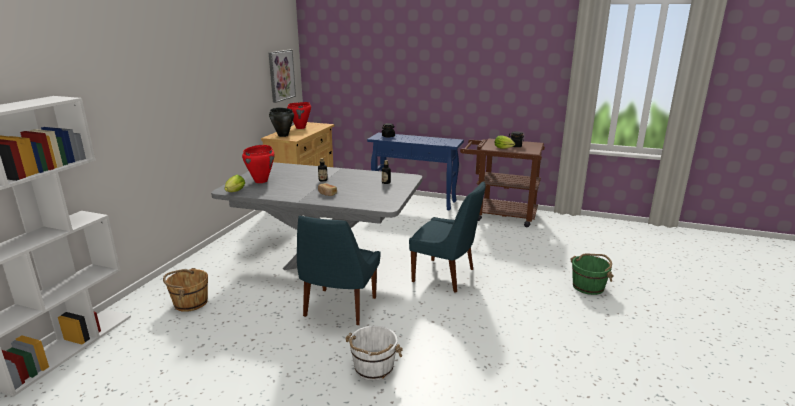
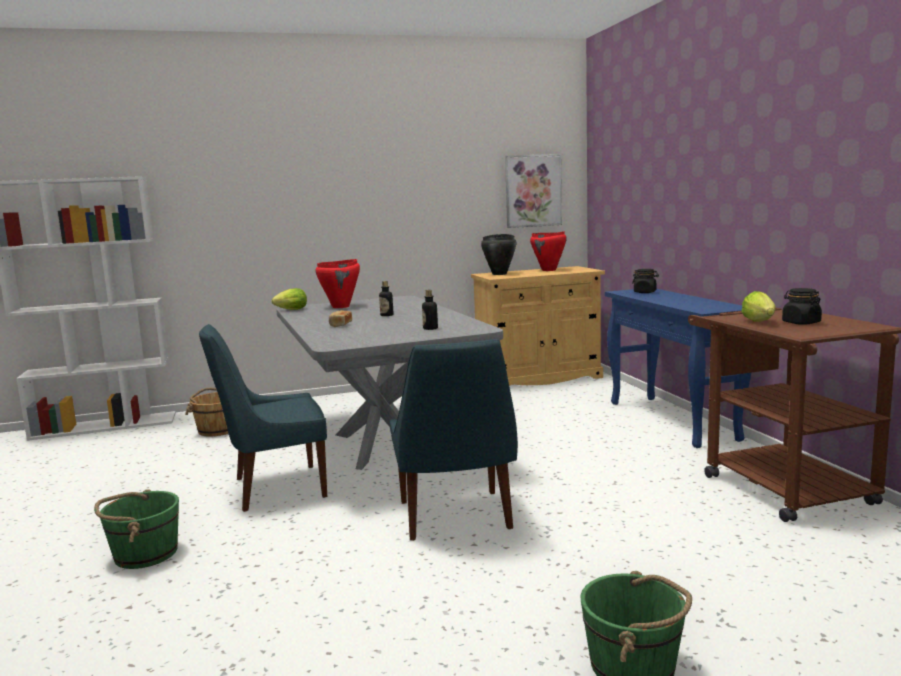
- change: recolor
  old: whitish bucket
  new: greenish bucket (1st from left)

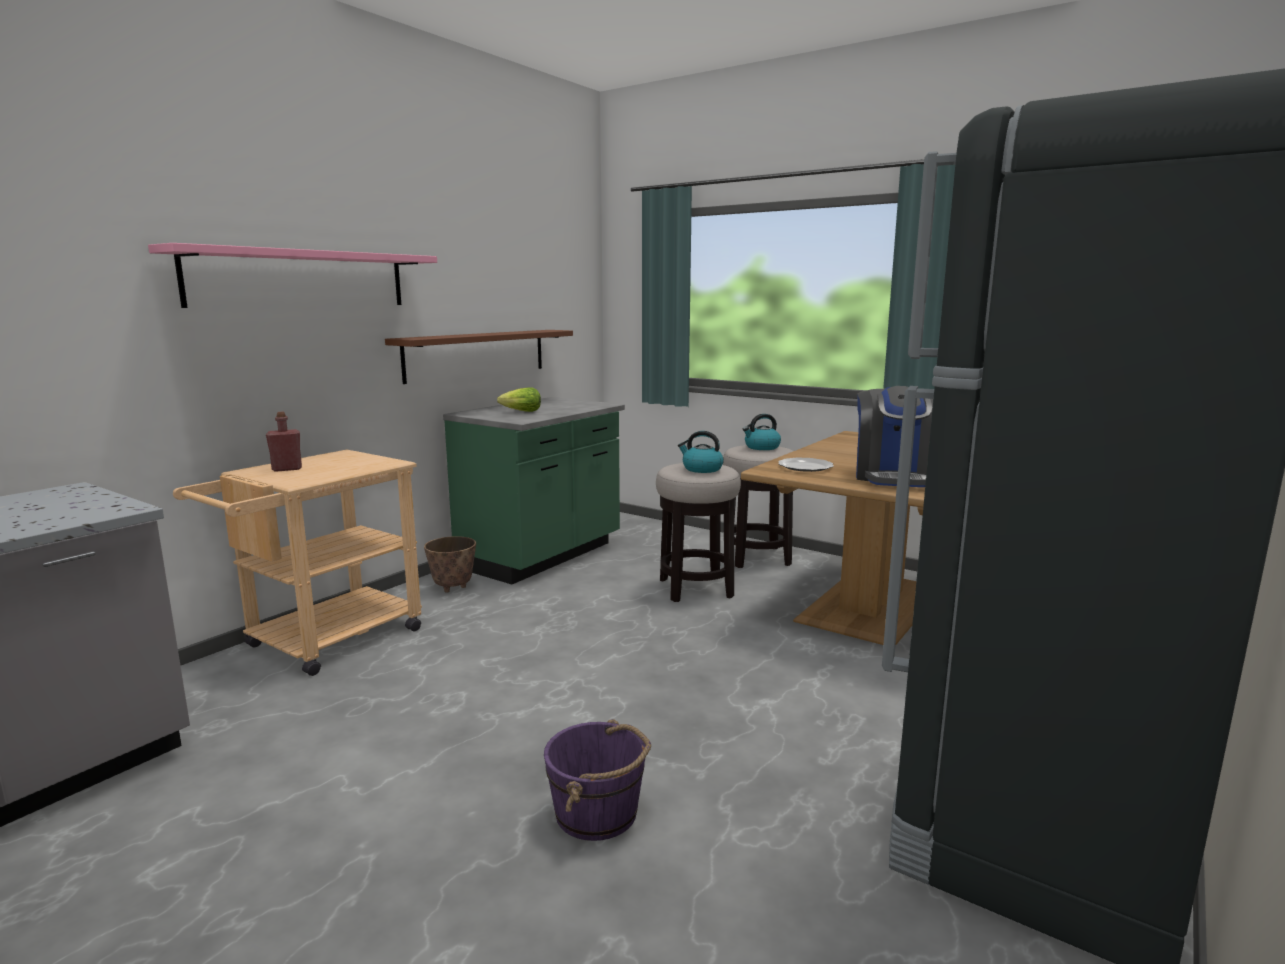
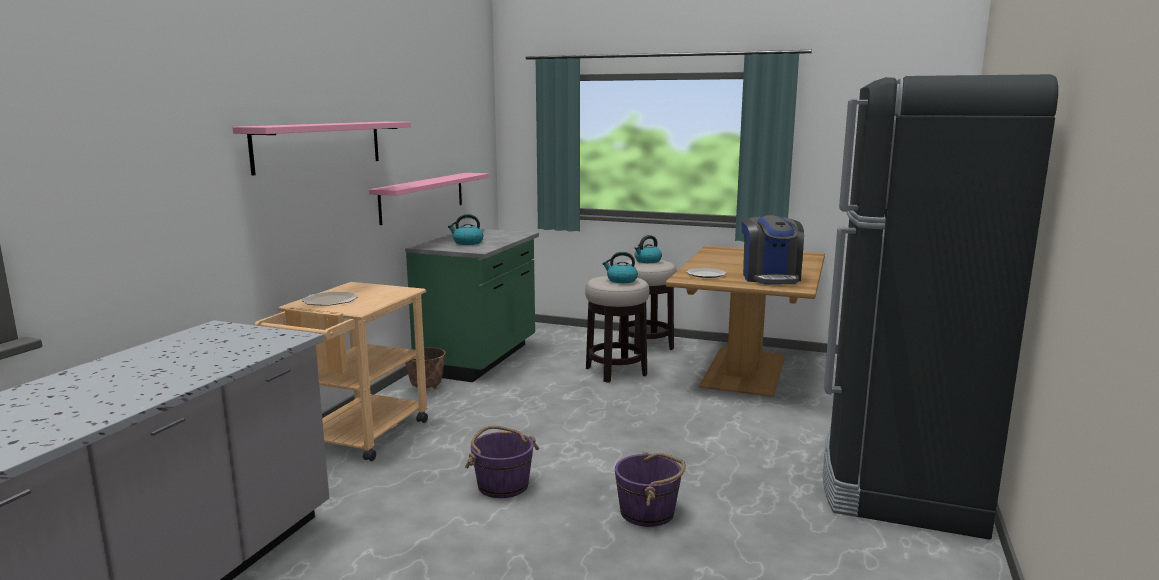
- change: replace
  old: red-coloured bottle
  new: flat dish (1st from left)
- change: recolor
  old: brownish wall shelf
  new: pinkish wall shelf (2nd from left)
- change: replace
  old: lettuce
  new: water kettle (1st from left)
- change: insert
  new: purple bucket (1st from left)

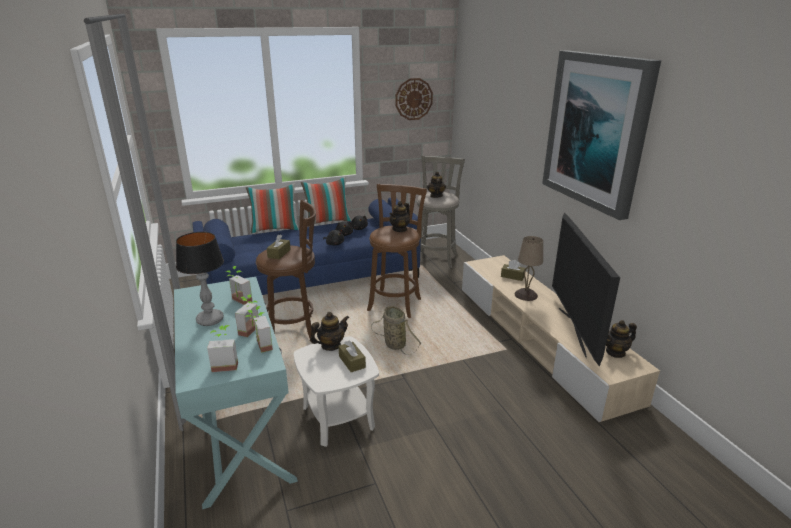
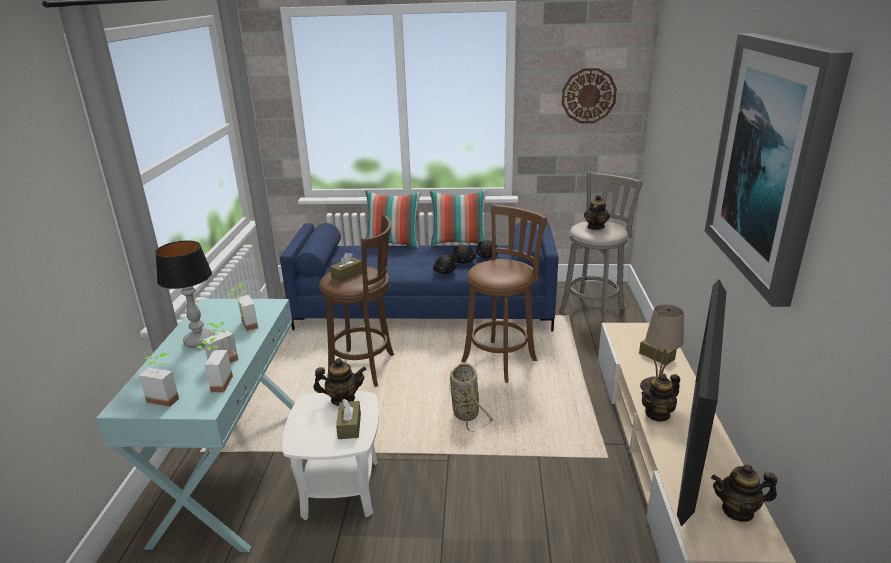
- change: move
  old: tea pot (2nd from left in the first image)
  new: tea pot (3rd from left)

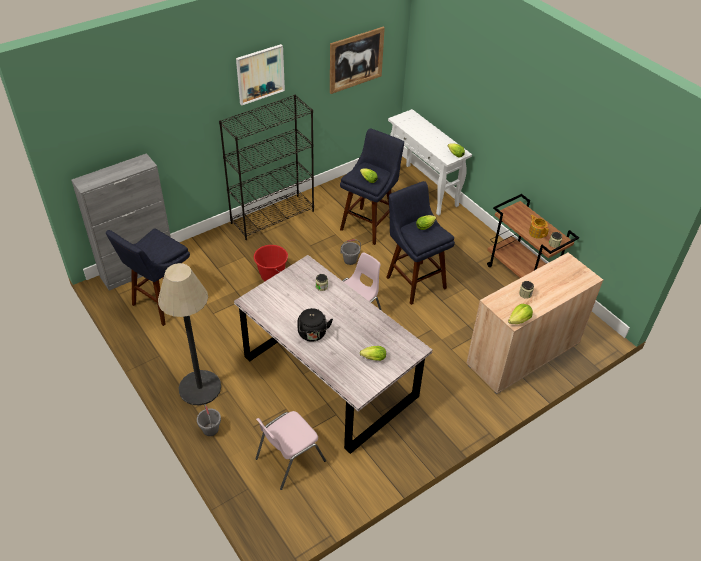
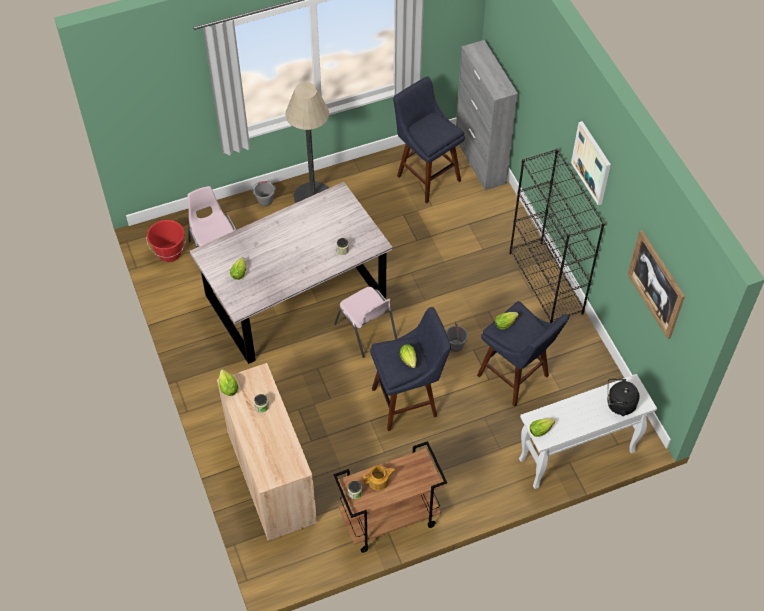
- change: move
  old: red-coloured bucket
- change: move
  old: blackish water kettle

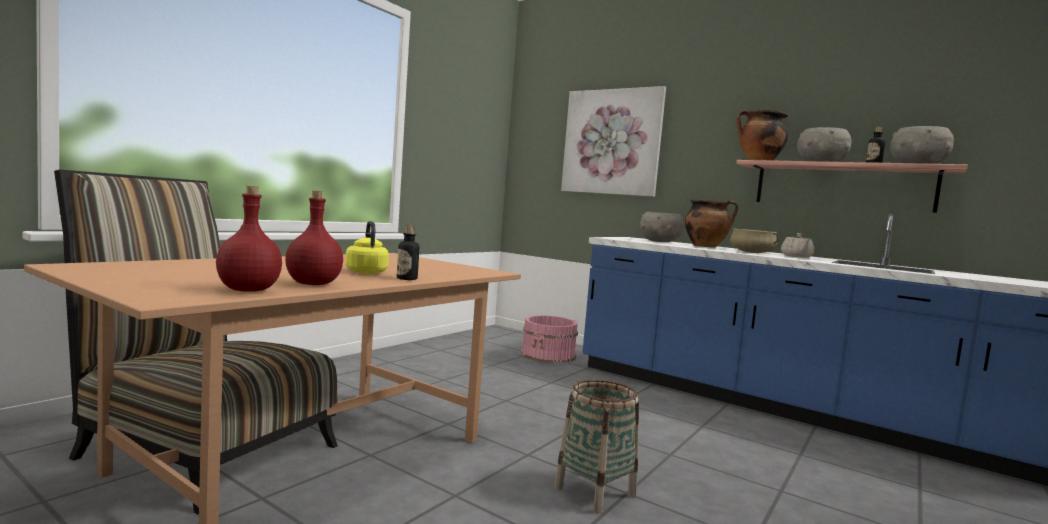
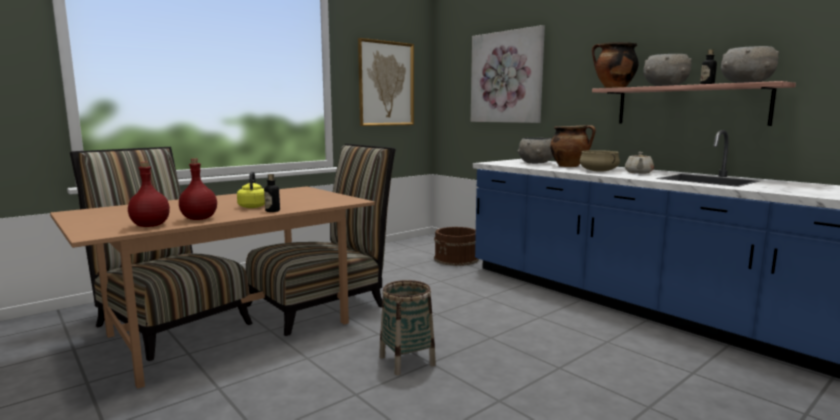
- change: insert
  new: plain chair (2nd from left)
- change: insert
  new: wall picture (1st from left)
- change: recolor
  old: pinkish bucket
  new: brownish bucket

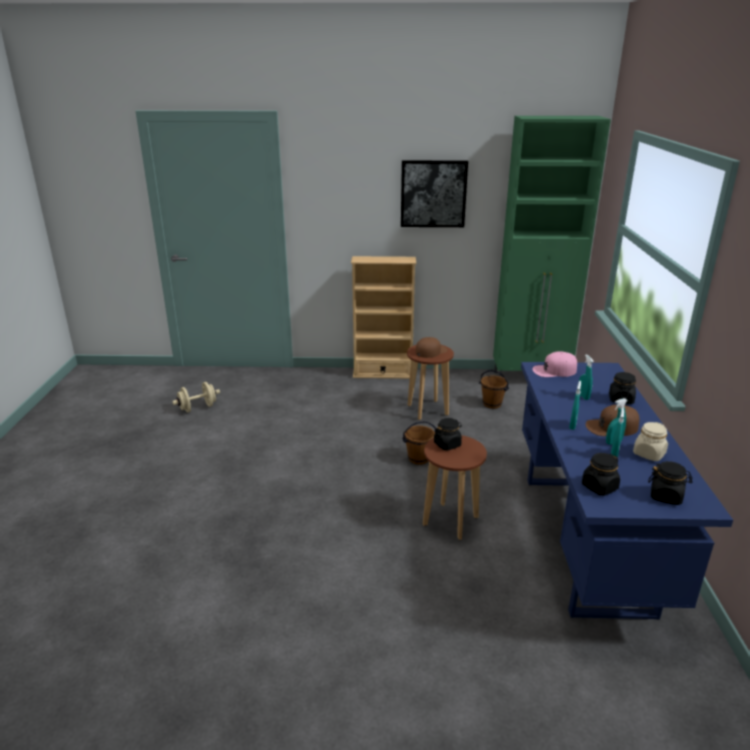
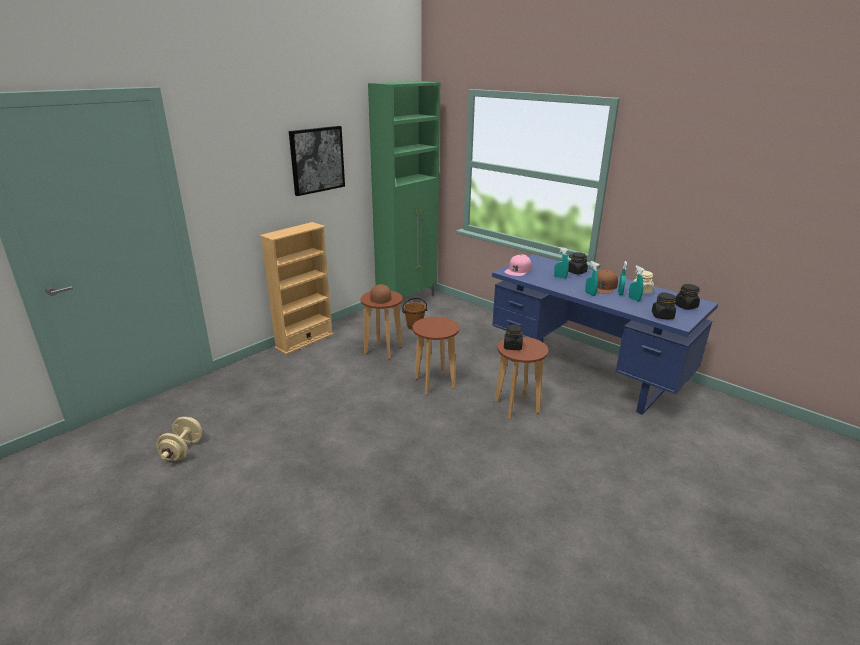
- change: replace
  old: brownish bucket (1st from left)
  new: brownish sitting stool (2nd from left)

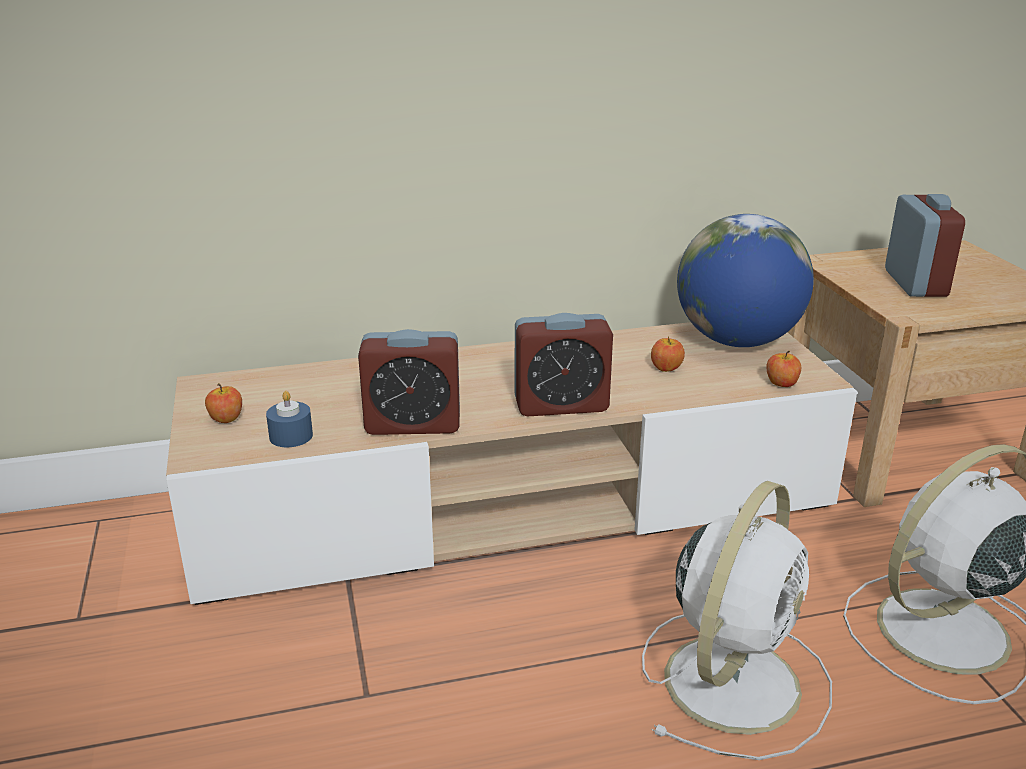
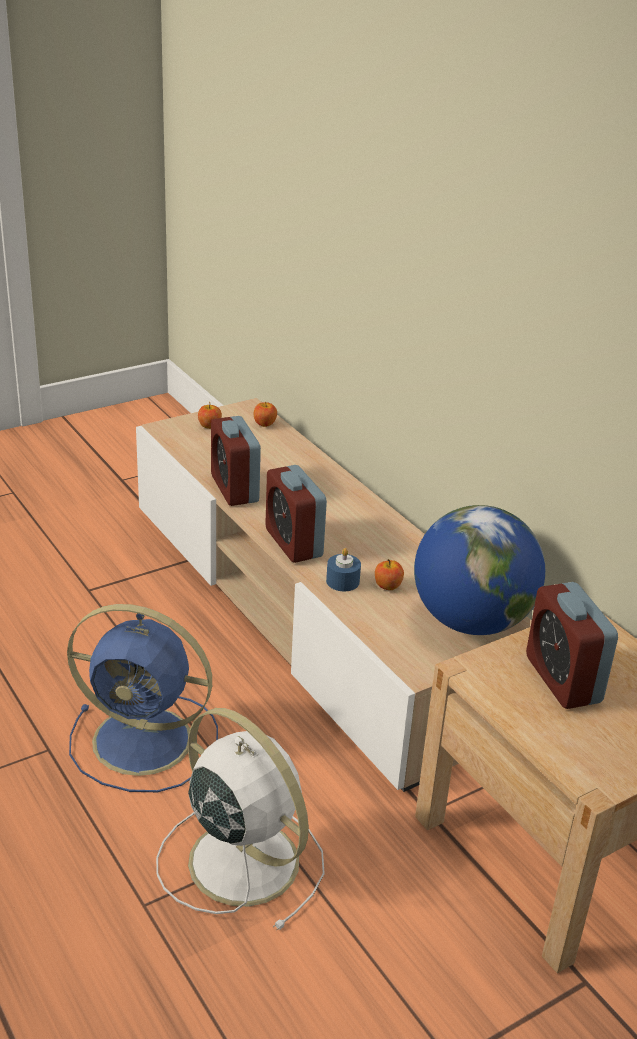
- change: recolor
  old: whitish electric fan (1st from left)
  new: bluish electric fan
- change: move
  old: apple (3rd from left in the first image)
  new: apple (2nd from left)
- change: move
  old: bluish candle
- change: rotate
  old: table clock (3rd from left)
  degrees: 90

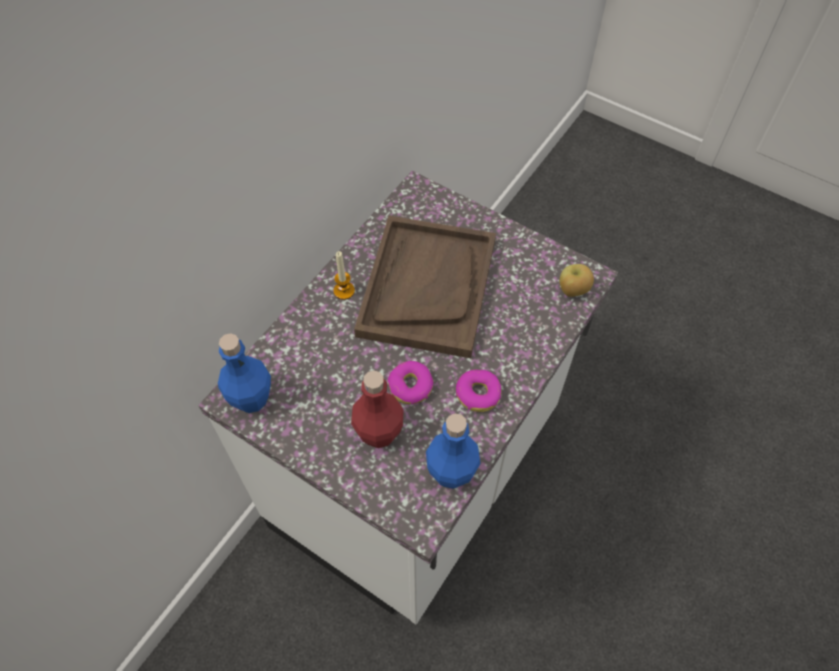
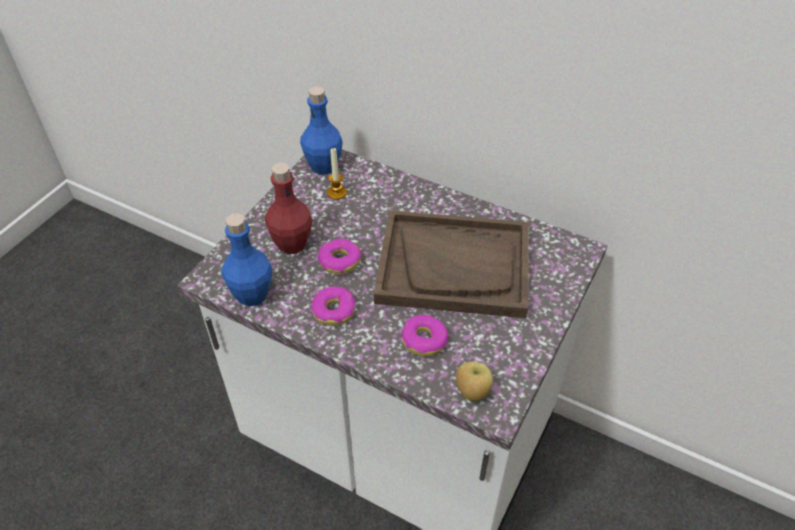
- change: move
  old: candle
- change: insert
  new: ring doughnut (3rd from left)

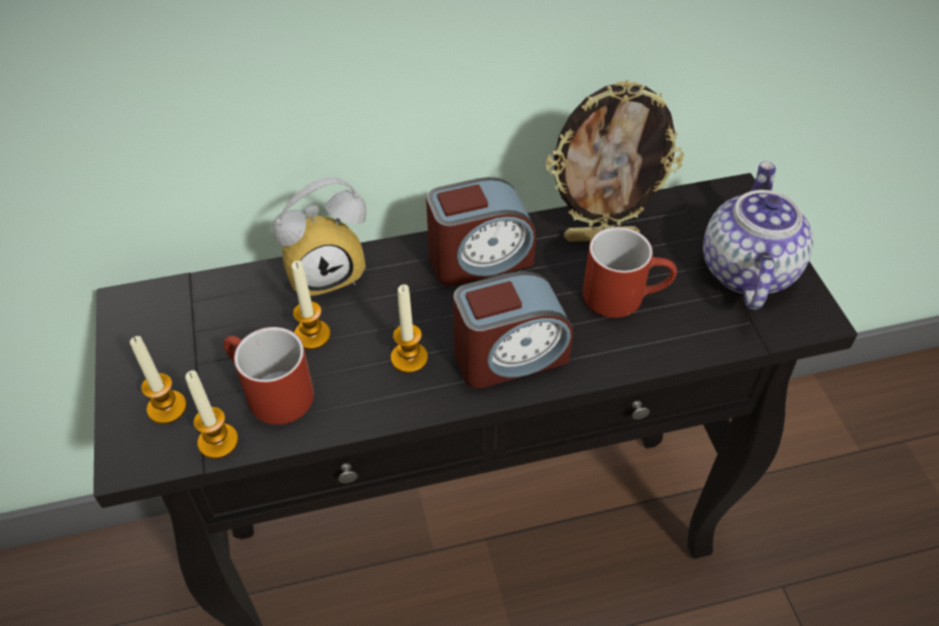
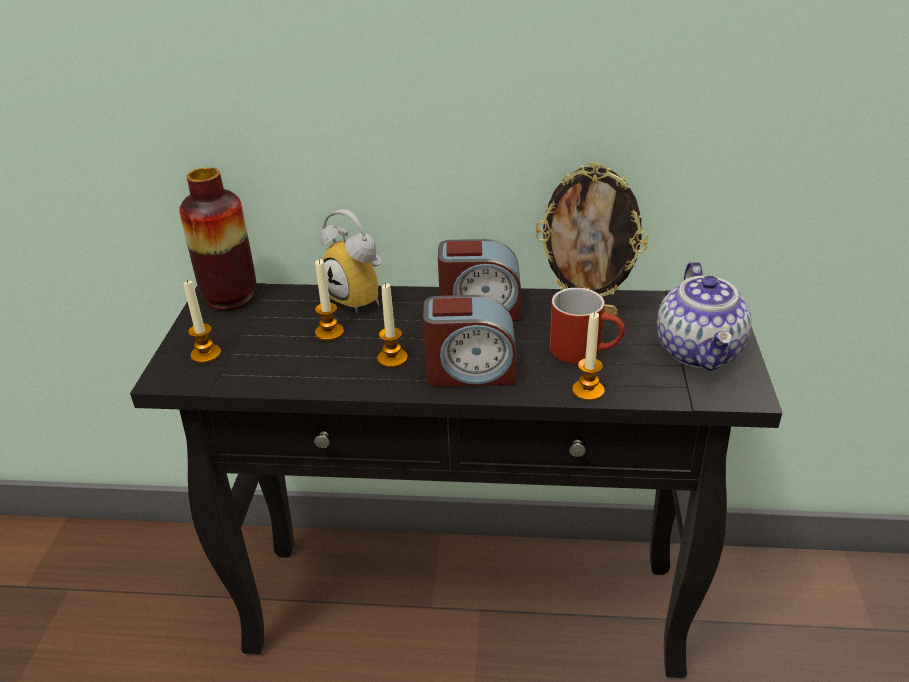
- change: insert
  new: flower vase
- change: rotate
  old: table clock (1st from left)
  degrees: 45
- change: move
  old: candle (2nd from left in the first image)
  new: candle (4th from left)
- change: rotate
  old: tea pot
  degrees: 150
- change: delete
  old: red-coloured mug (1st from left)

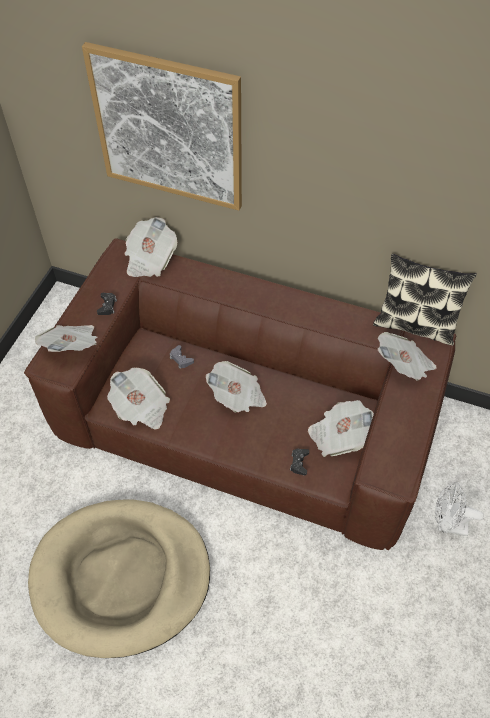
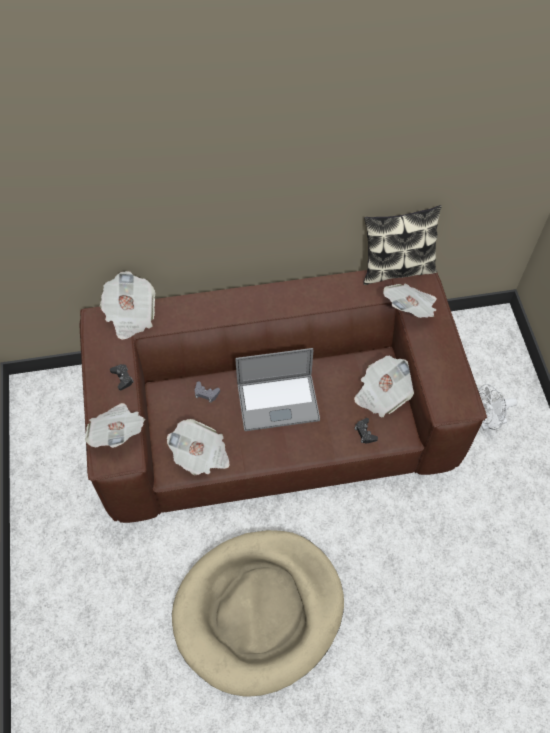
- change: replace
  old: newspaper (4th from left)
  new: notebook computer
- change: delete
  old: wall picture

